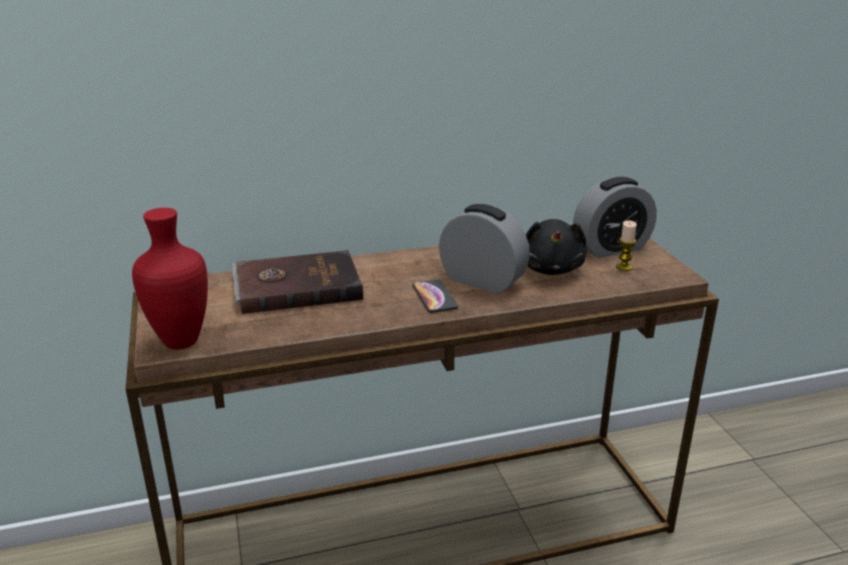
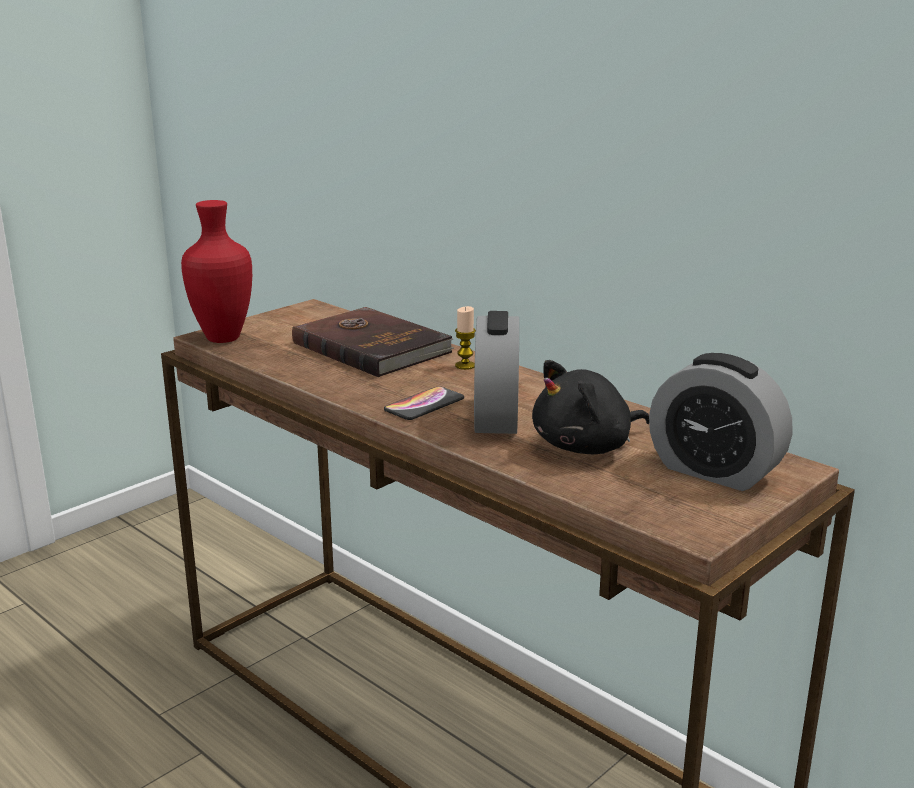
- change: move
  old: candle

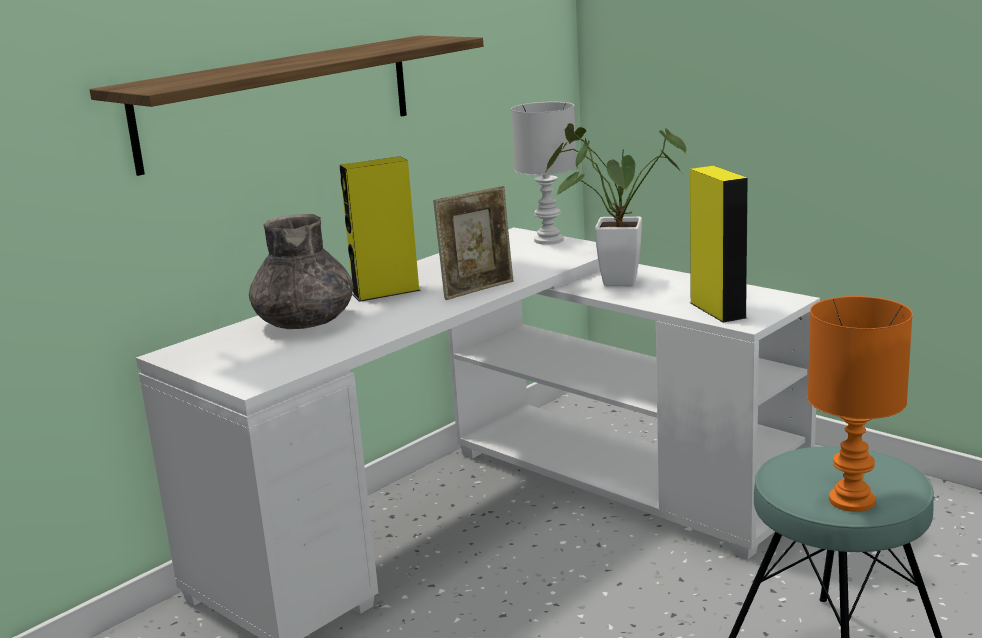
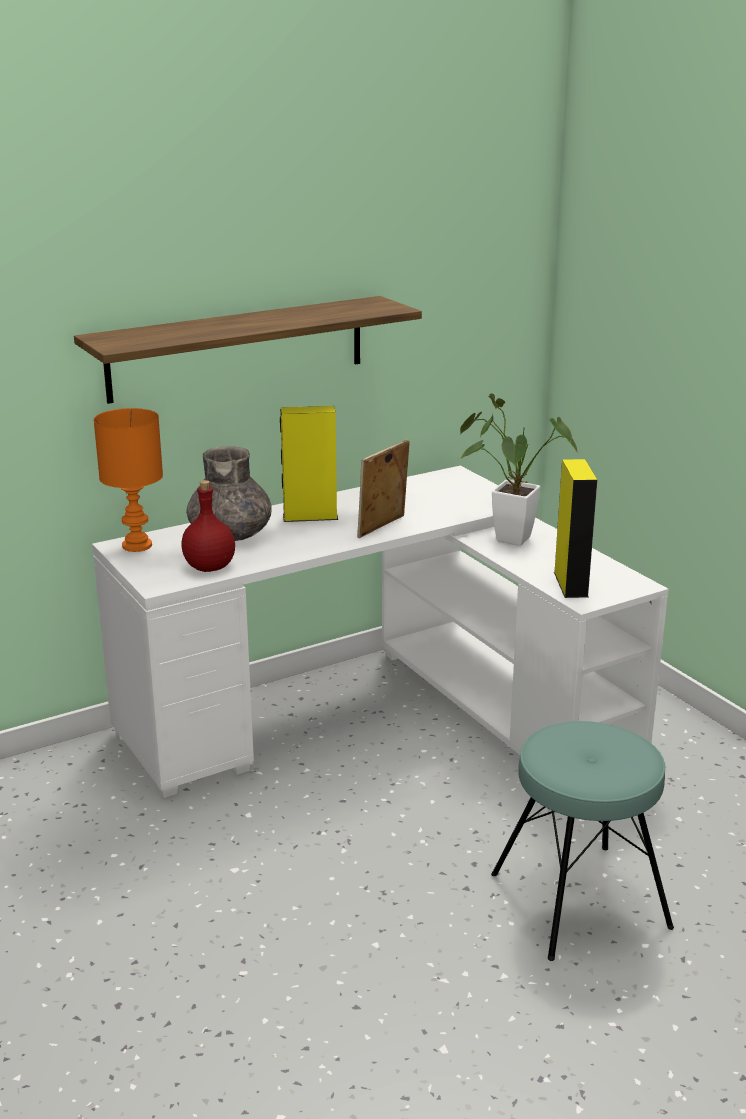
- change: move
  old: orangey tabletop lamp
- change: insert
  new: red-coloured bottle
- change: rotate
  old: picture frame
  degrees: 150
- change: delete
  old: whitish tabletop lamp

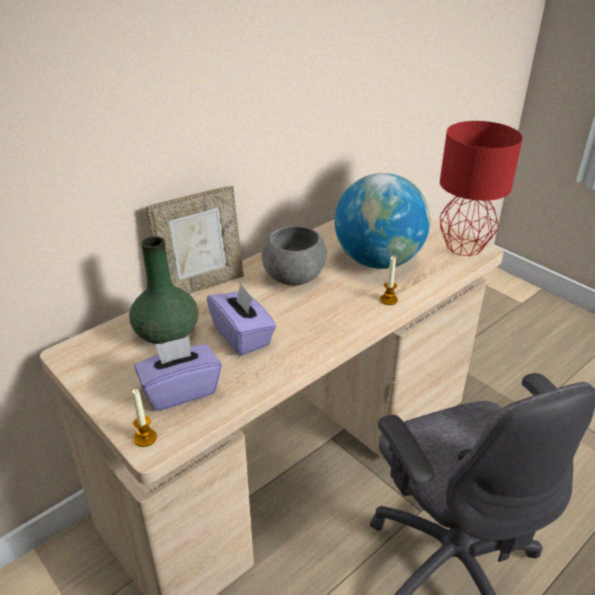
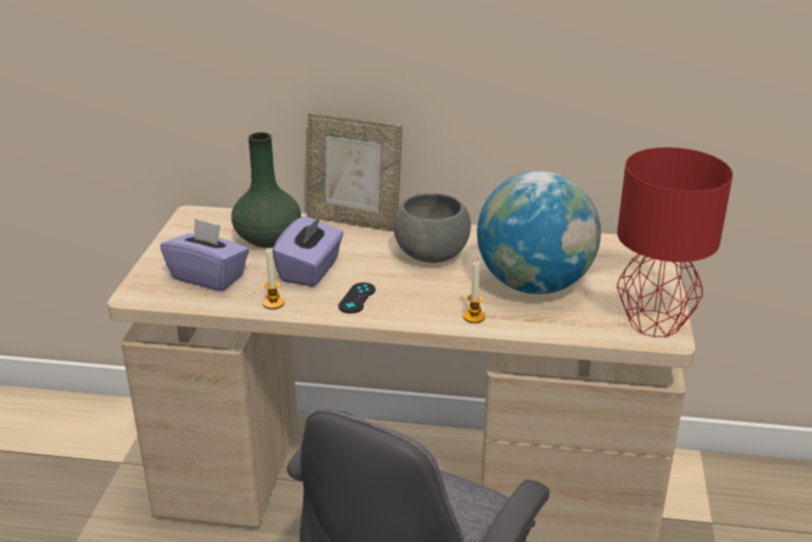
- change: move
  old: candle (1st from left)
- change: insert
  new: blackish joypad

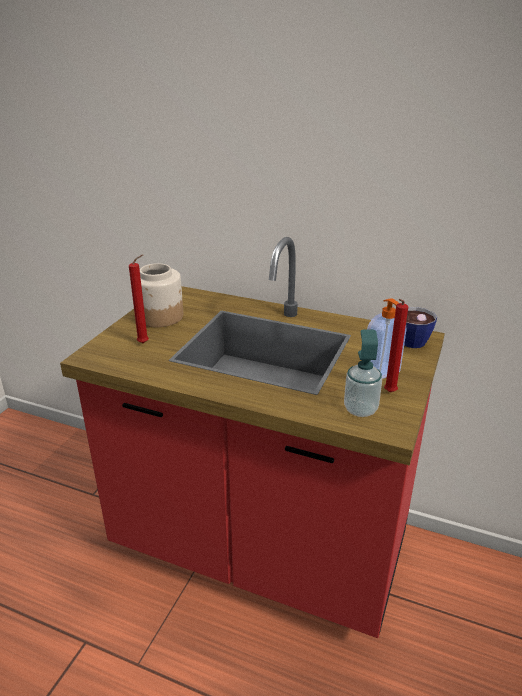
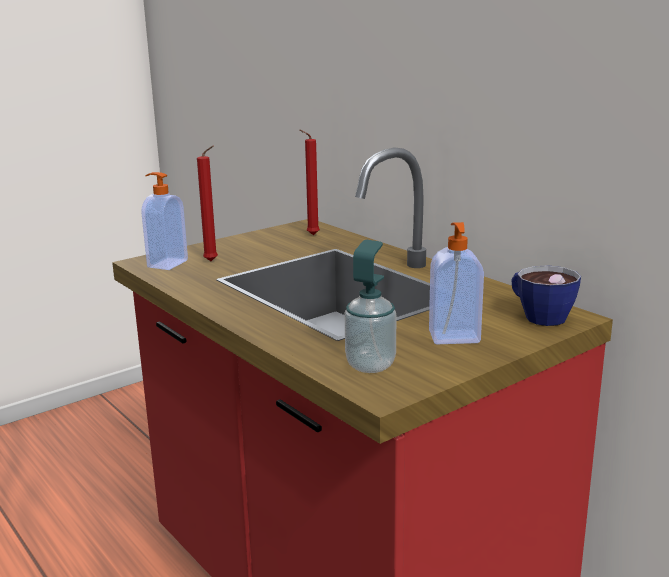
- change: insert
  new: soap bottle (1st from left)
- change: move
  old: red-coloured candle (2nd from left)
- change: delete
  old: preserve jar

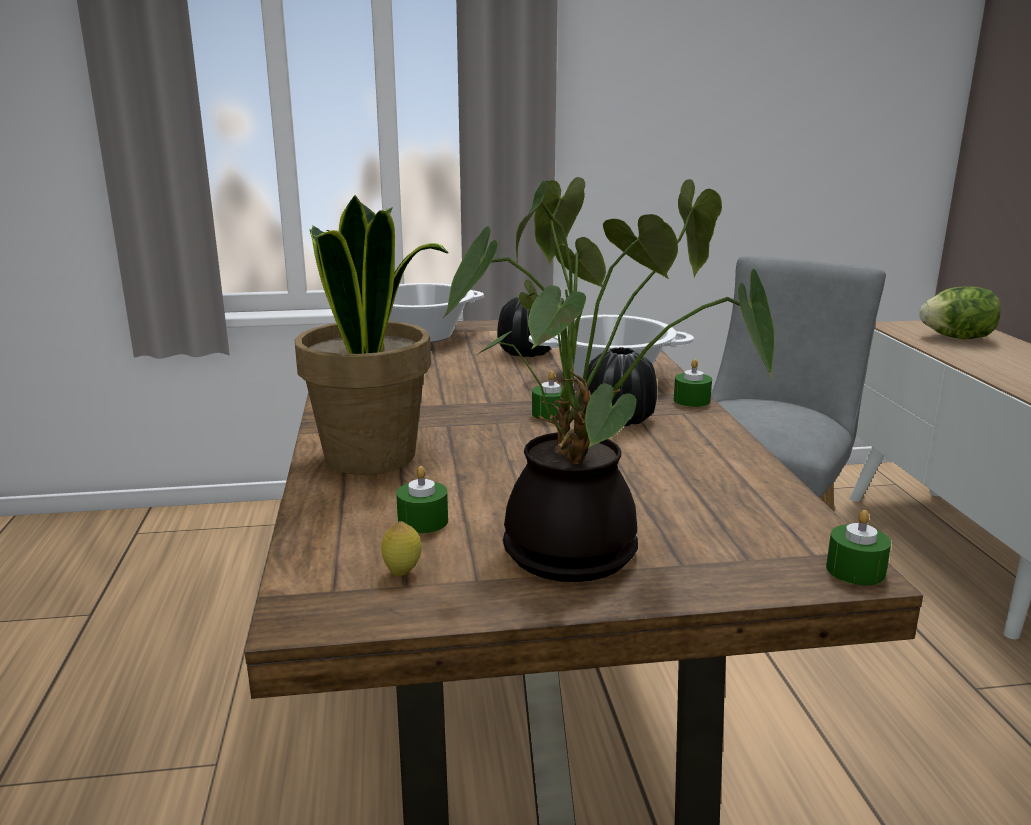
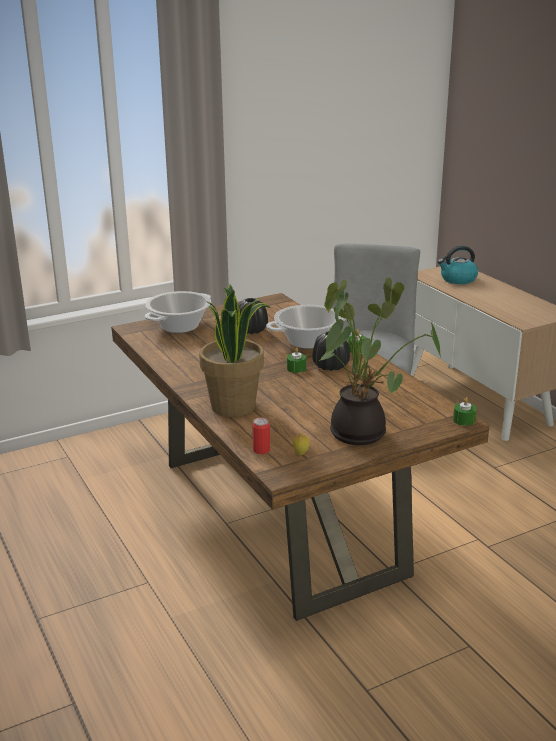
- change: insert
  new: sealed can
- change: replace
  old: lettuce
  new: water kettle
- change: delete
  old: greenish candle (1st from left)

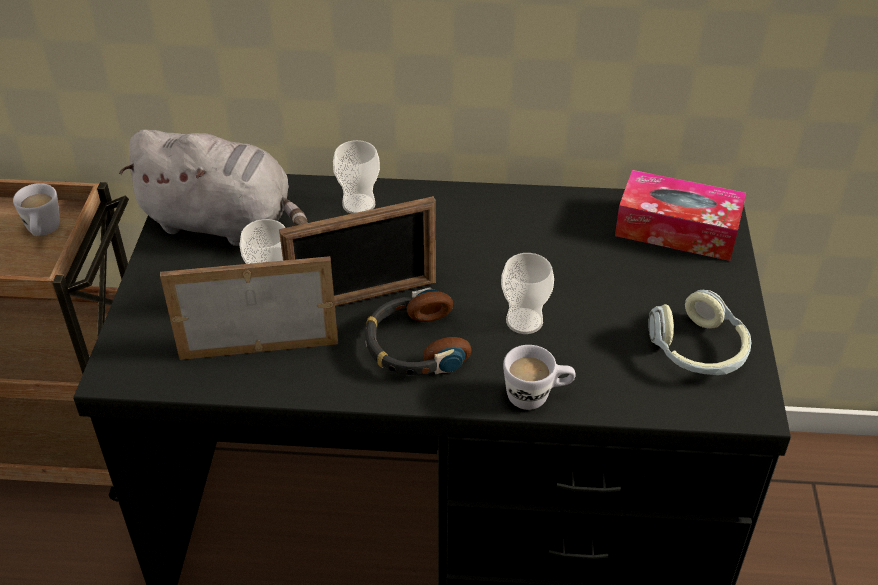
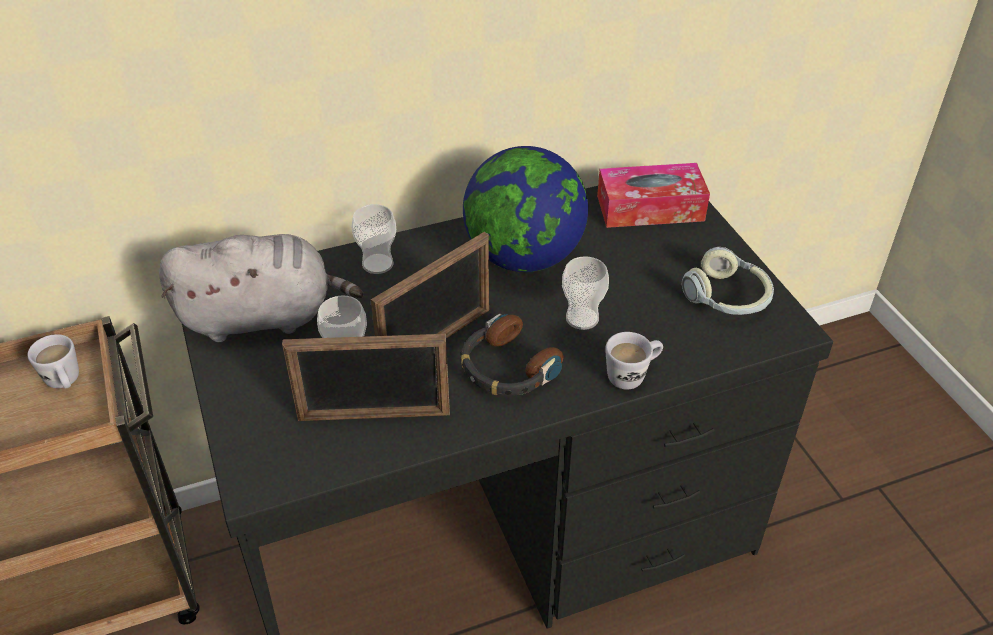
- change: rotate
  old: picture frame (1st from left)
  degrees: -150
- change: insert
  new: world globe

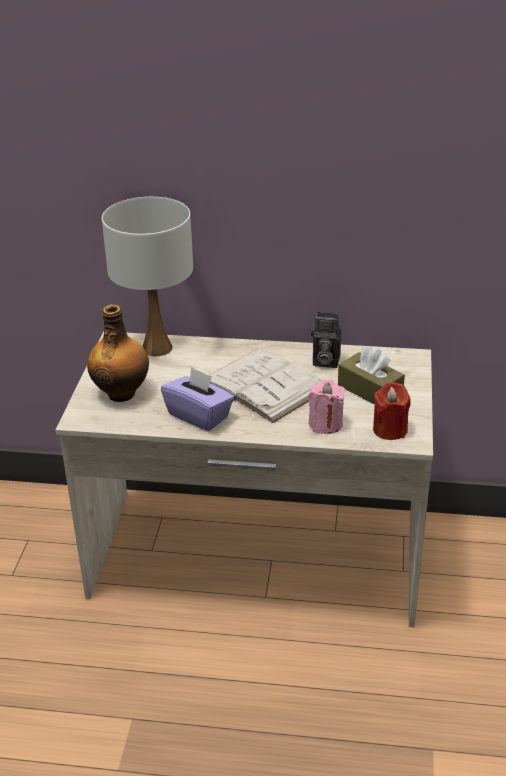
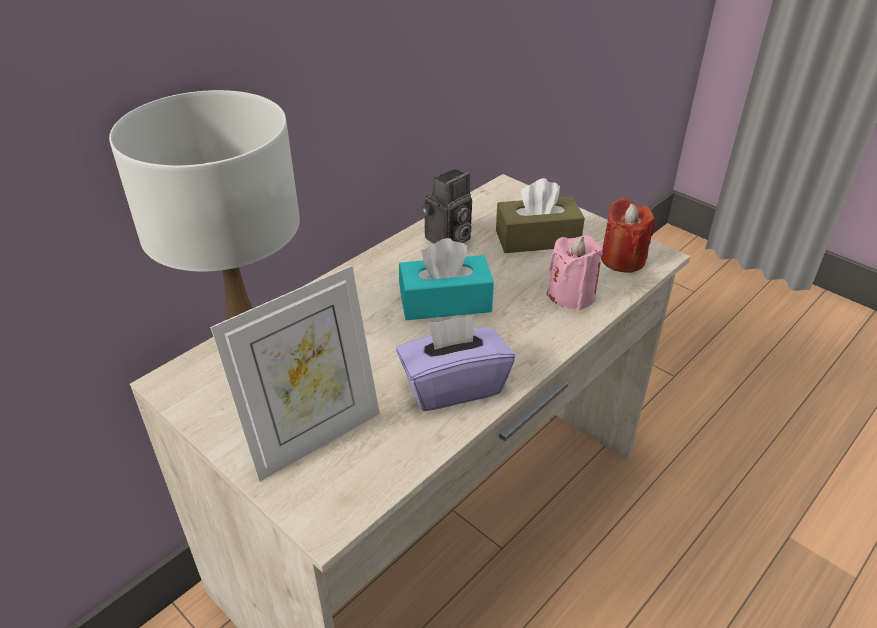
- change: replace
  old: bottle
  new: picture frame
- change: replace
  old: whitish volume
  new: turquoise box of tissues

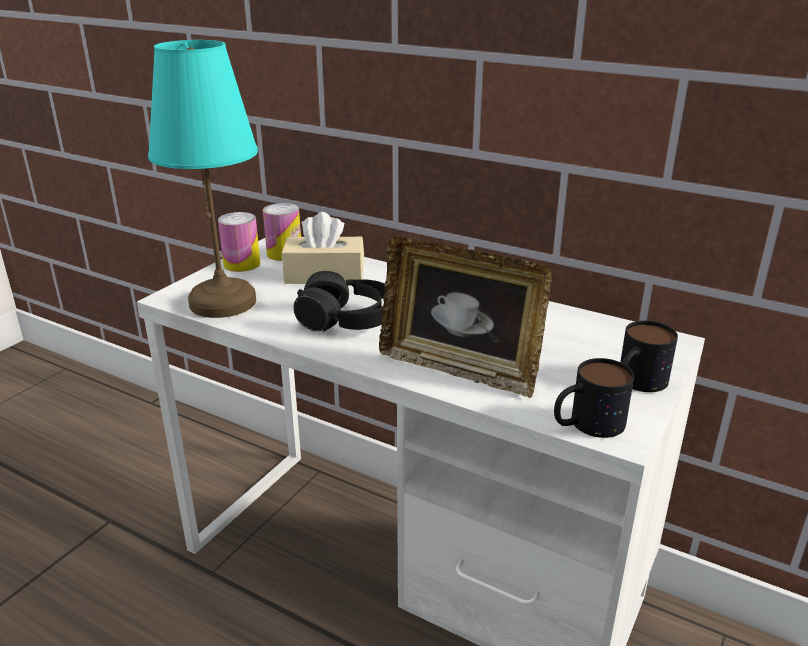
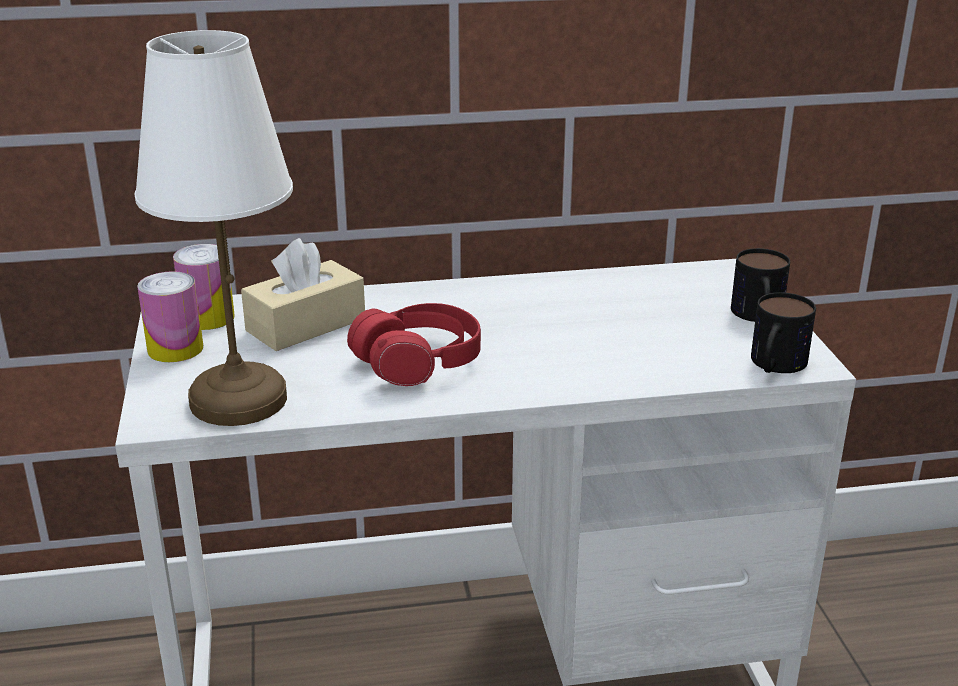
- change: recolor
  old: turquoise tabletop lamp
  new: whitish tabletop lamp
- change: recolor
  old: blackish headphones
  new: red-coloured headphones
- change: delete
  old: picture frame

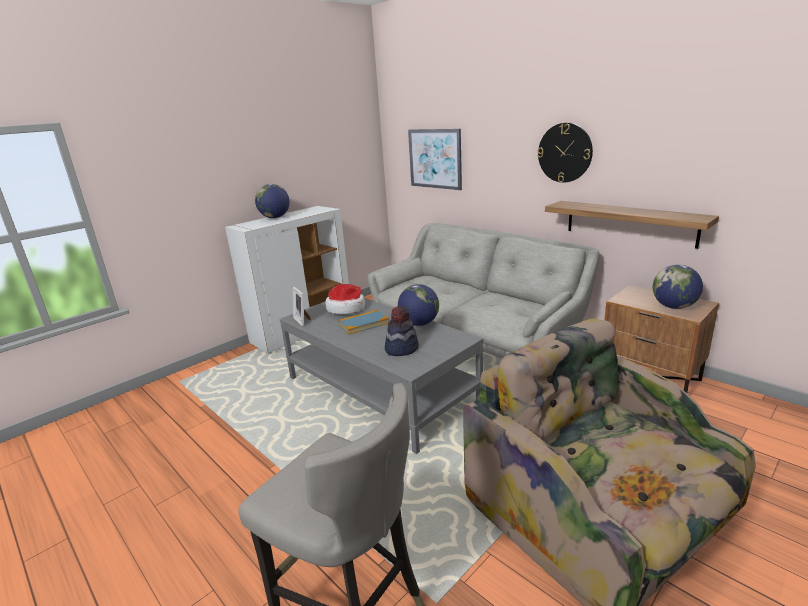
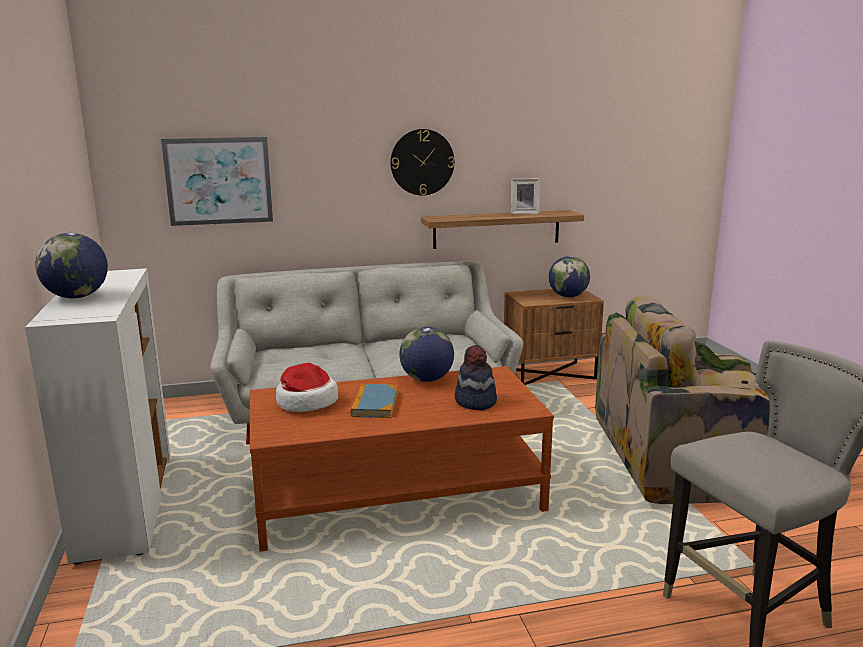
- change: recolor
  old: gray low table
  new: brownish low table
- change: move
  old: picture frame

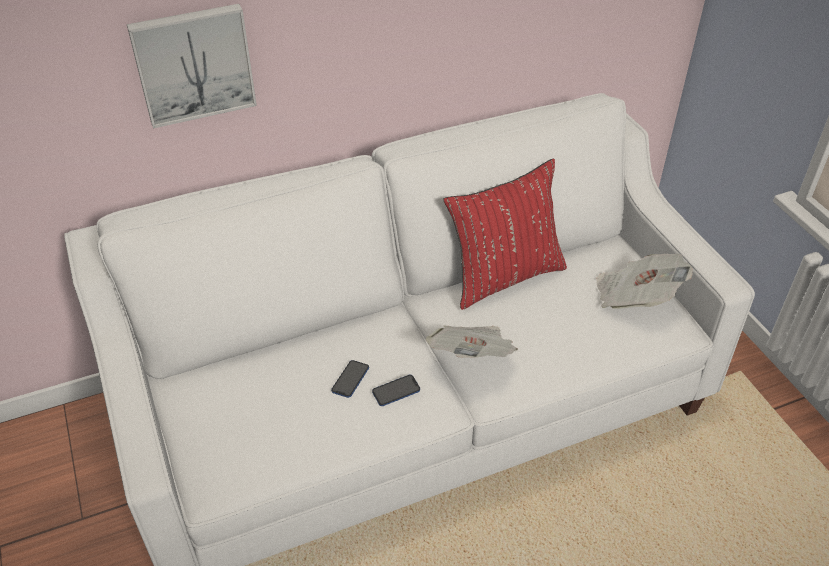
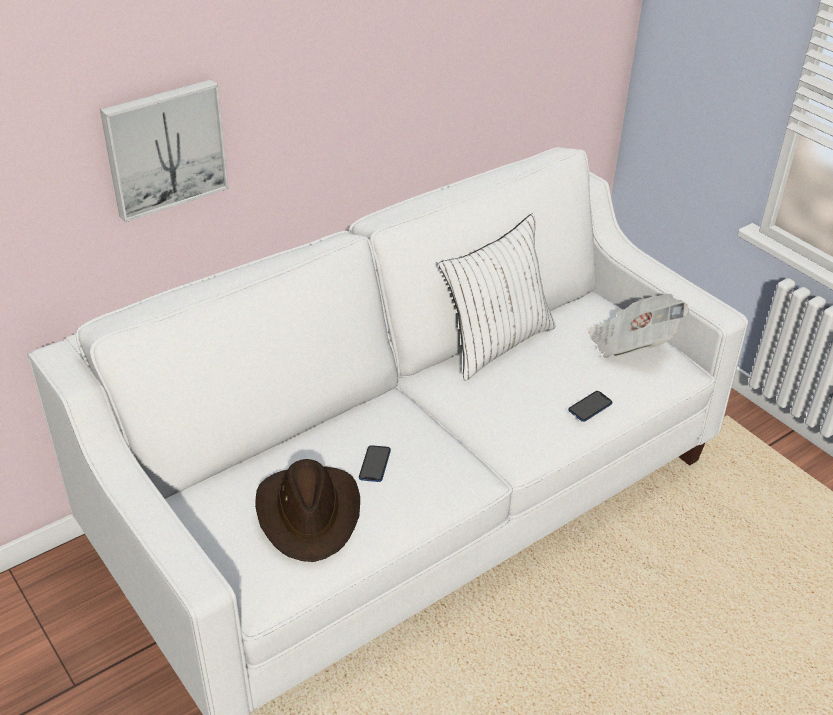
- change: insert
  new: brownish clothing hat
- change: recolor
  old: red-coloured cushion
  new: whitish cushion
- change: move
  old: handset (2nd from left)
- change: delete
  old: newspaper (1st from left)

